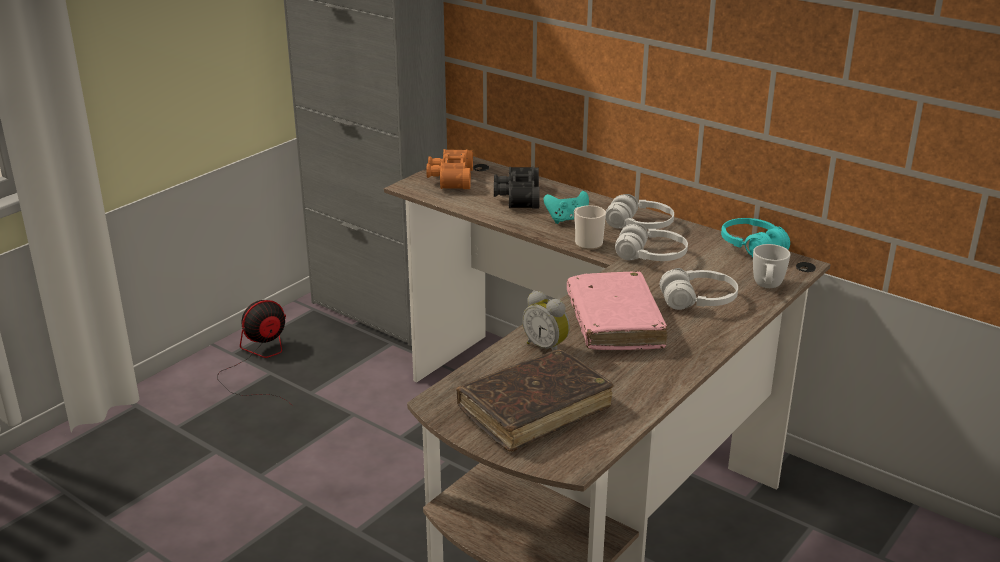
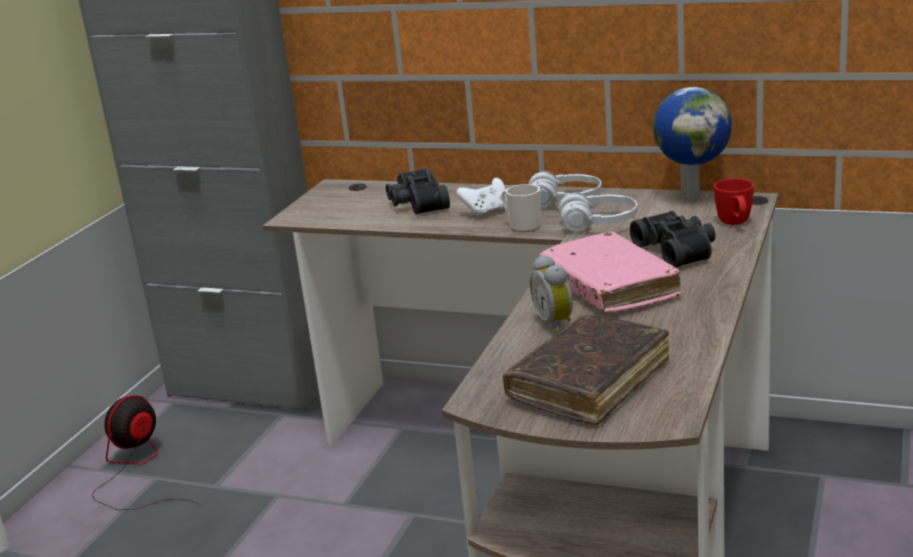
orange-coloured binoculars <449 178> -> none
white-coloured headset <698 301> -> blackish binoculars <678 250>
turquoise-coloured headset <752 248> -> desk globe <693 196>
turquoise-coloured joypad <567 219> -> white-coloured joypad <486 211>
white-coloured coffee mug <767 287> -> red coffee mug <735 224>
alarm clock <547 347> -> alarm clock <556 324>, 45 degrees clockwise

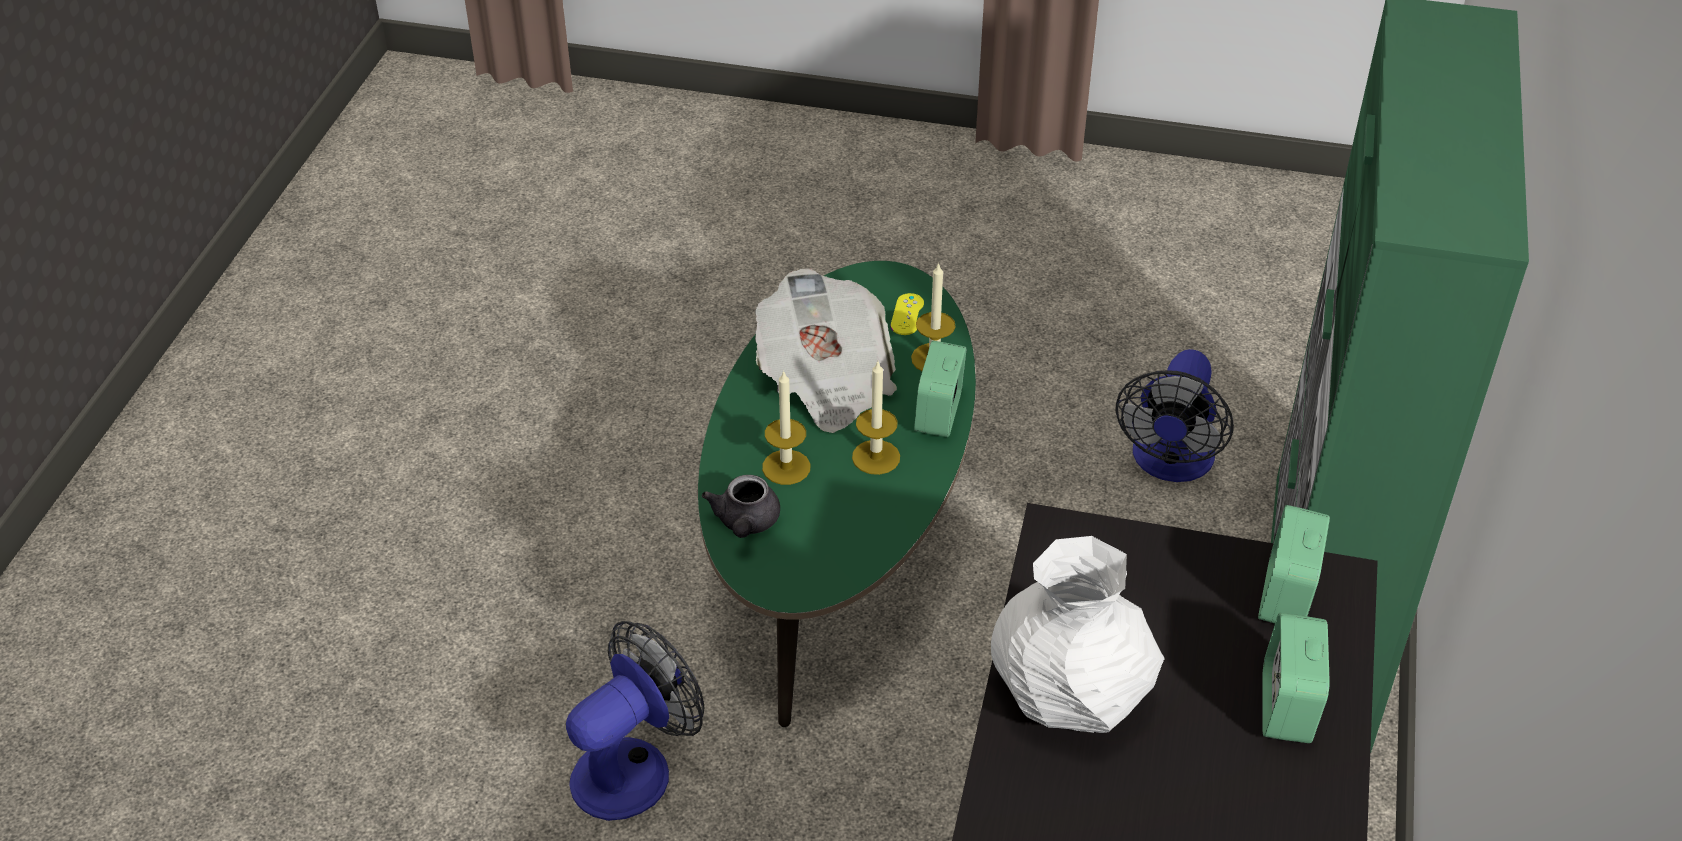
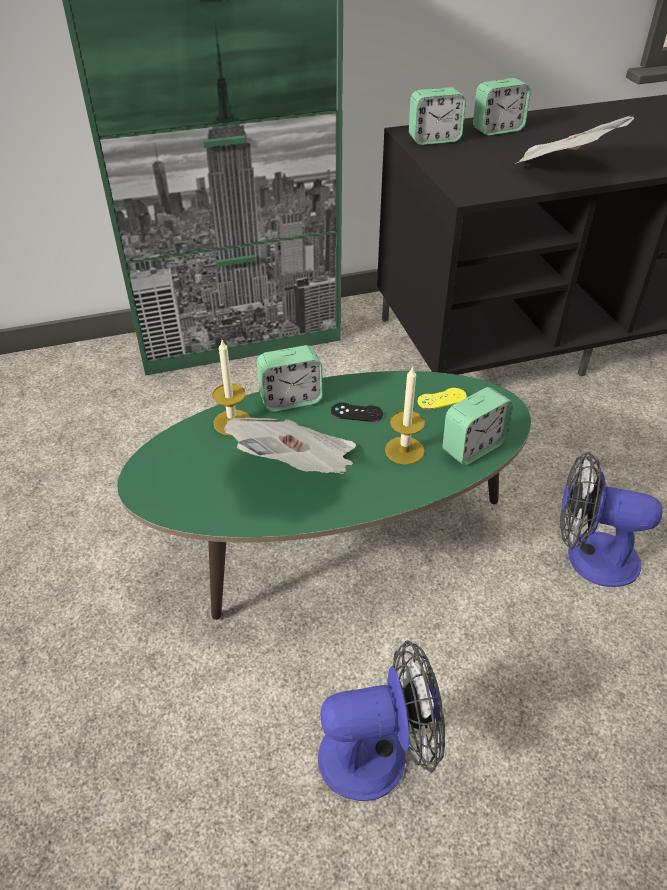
yellowish joypad <907 314> -> yellowish joypad <442 399>, moved
cooling fan <1170 463> -> cooling fan <378 754>, moved
greyish teapot <745 523> -> alarm clock <473 447>
wax light <876 457> -> blackish joypad <357 412>
white-coloured flower vase <1072 698> -> newspaper <564 168>

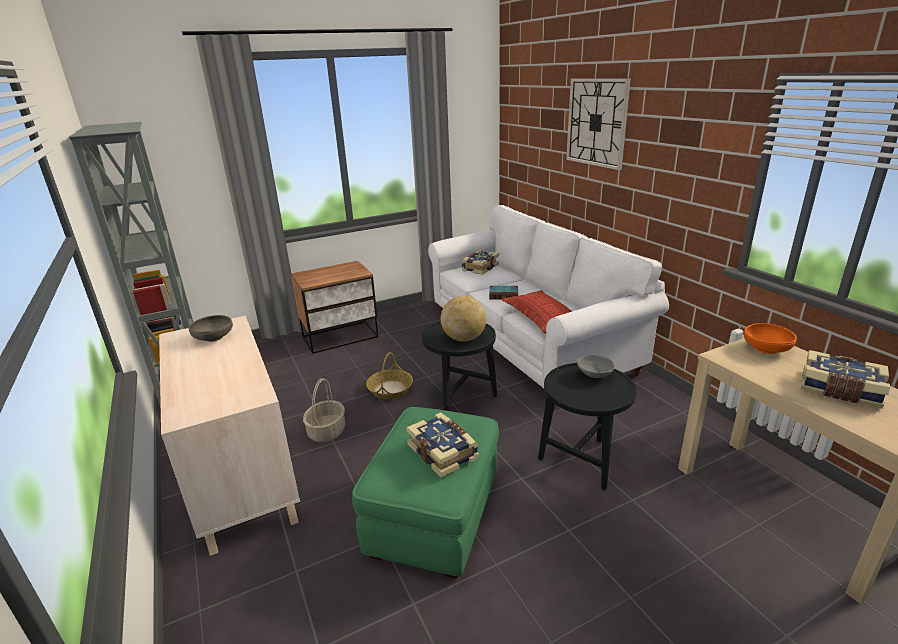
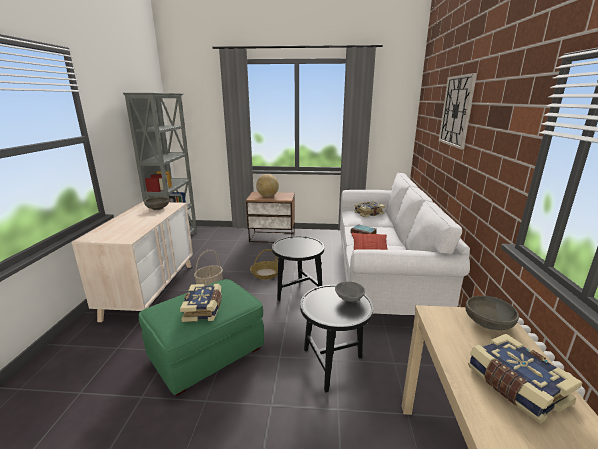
desk globe <464 338> -> desk globe <267 196>, moved
orange-coloured deep dish <766 349> -> greyish deep dish <488 323>

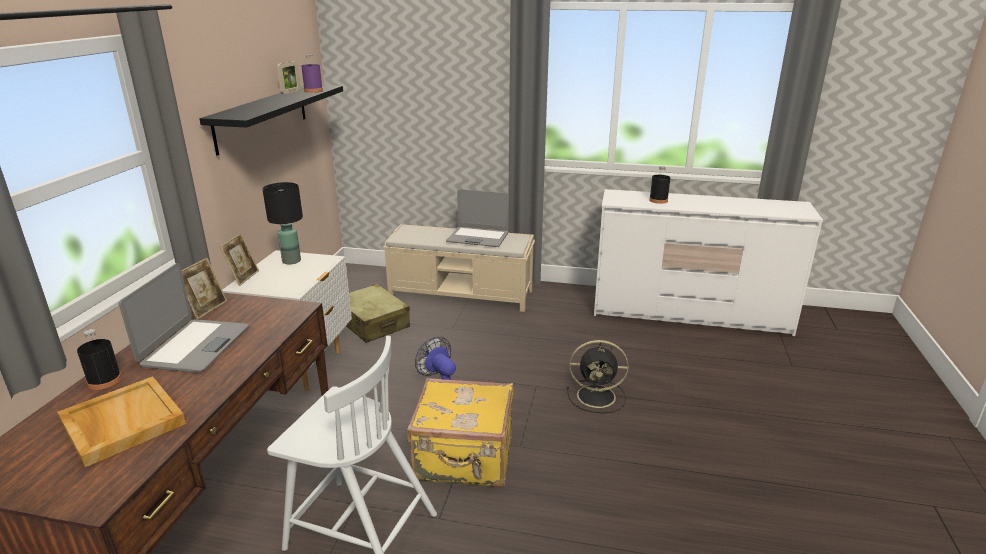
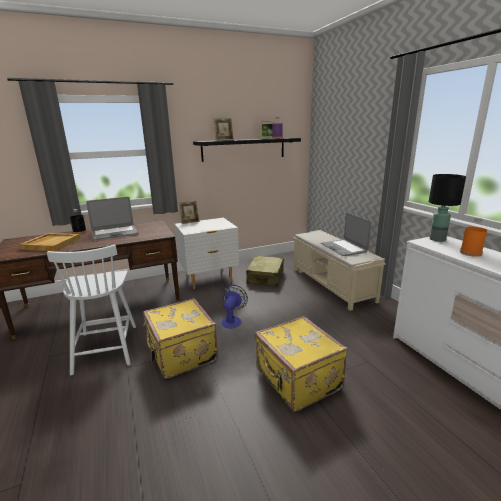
standing frame <206 309> -> standing frame <224 140>, moved
blackish table lamp <291 261> -> blackish table lamp <437 239>, moved
blackish cooling fan <598 396> -> yellowish suitcase <297 380>
blackish beverage bottle <658 200> -> orange-coloured beverage bottle <470 253>

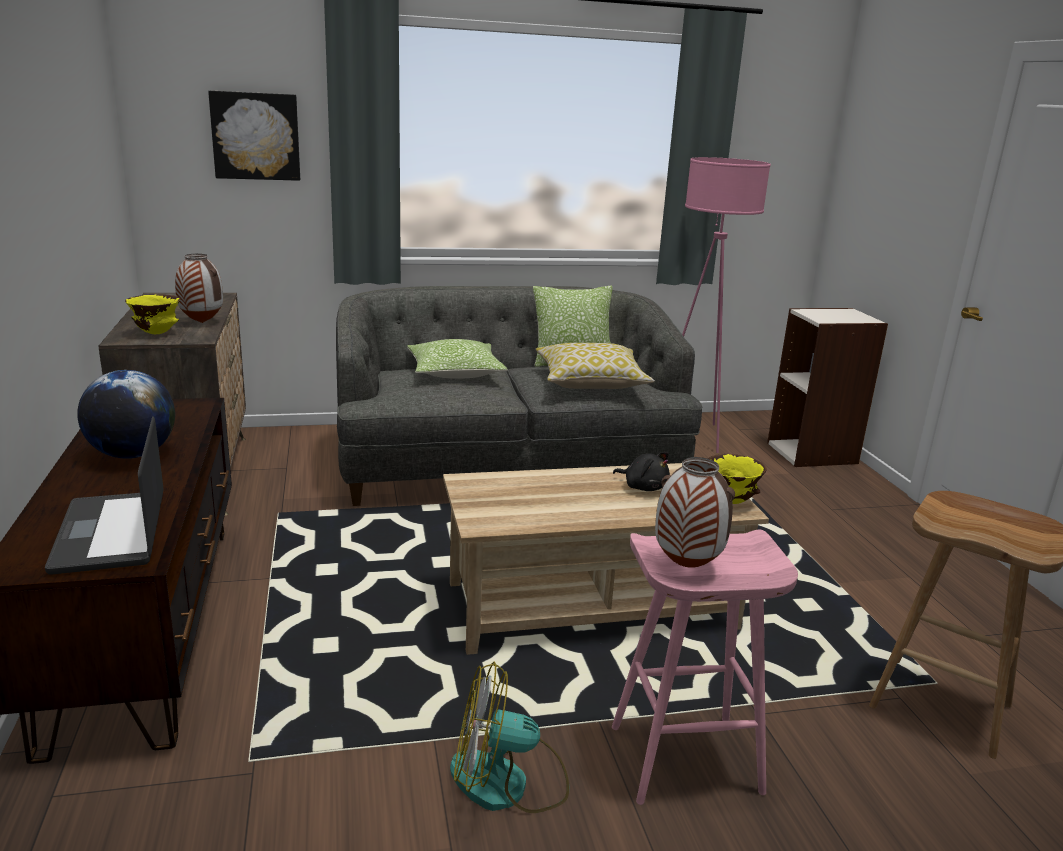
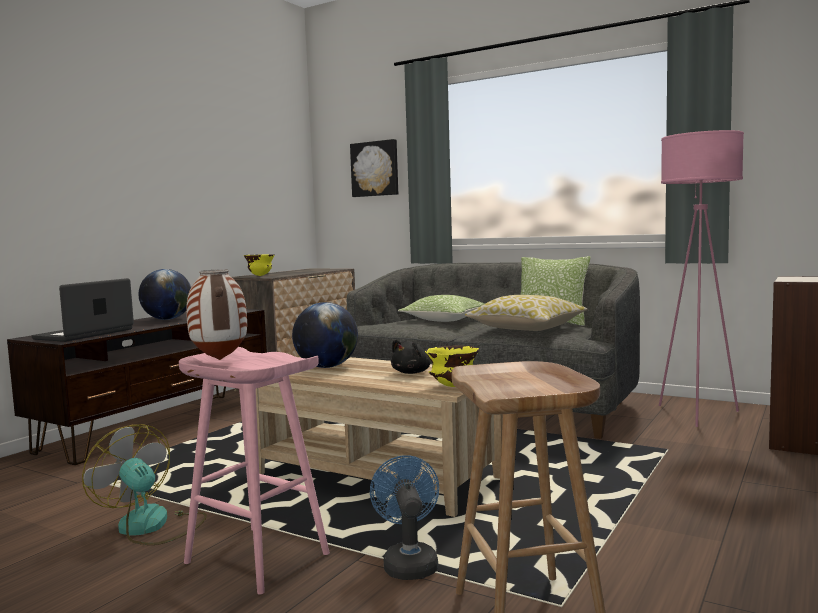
flower vase <201 323> -> none
none -> desk globe <326 367>
none -> blue cooling fan <409 562>
blackish cuddly toy <643 487> -> blackish cuddly toy <412 372>, 45 degrees clockwise

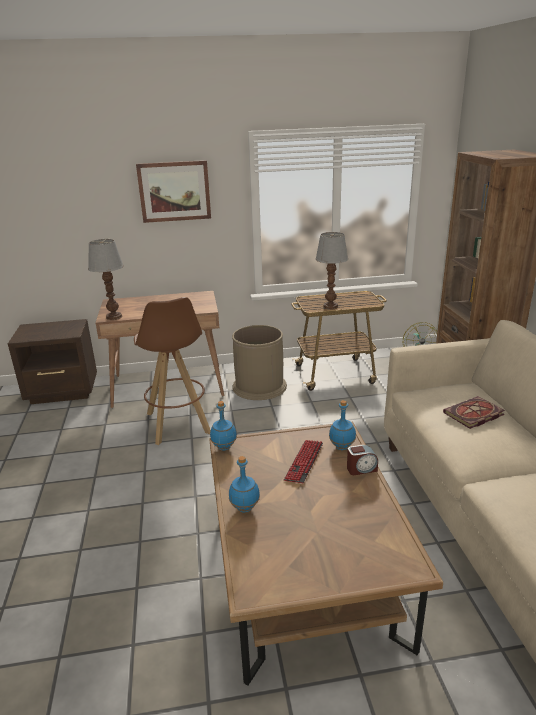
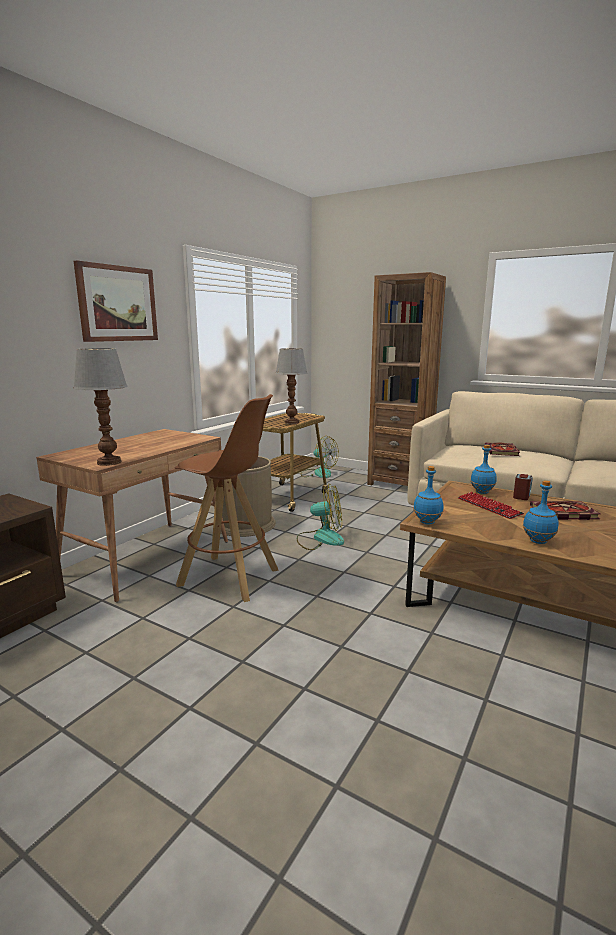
none -> cooling fan <320 538>
none -> book <562 513>

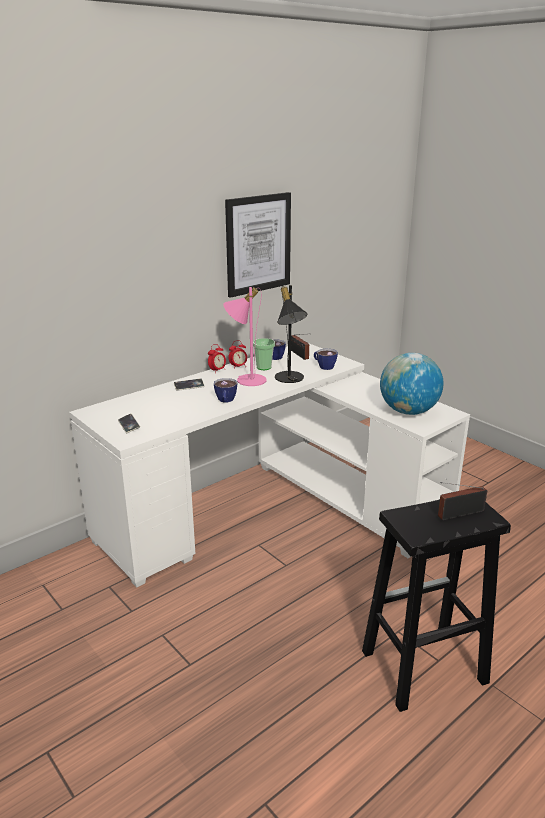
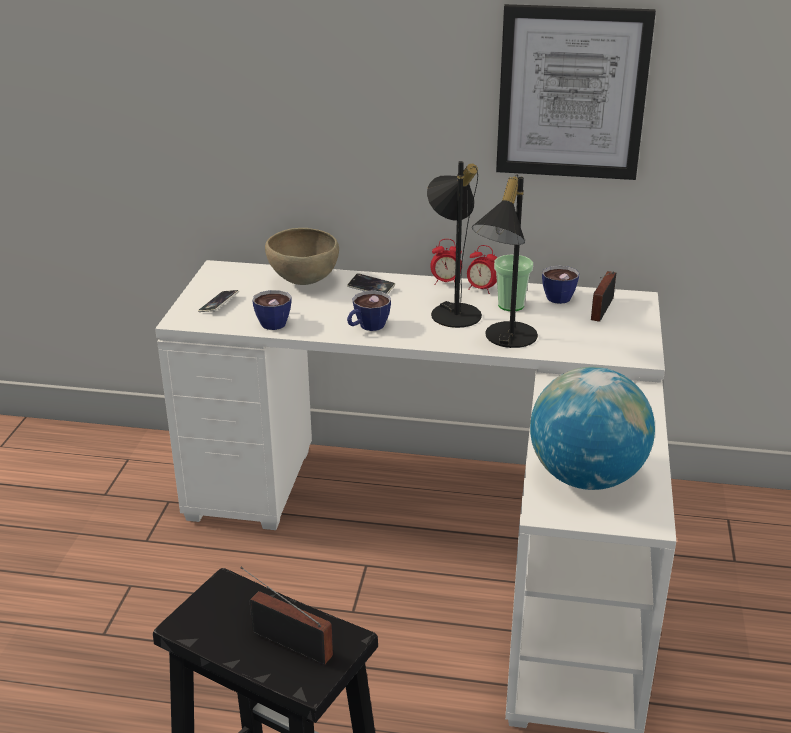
none -> brown-coloured deep dish <303 283>
drinking cup <323 366> -> drinking cup <274 321>, moved
pinkish table lamp <246 379> -> blackish table lamp <453 310>

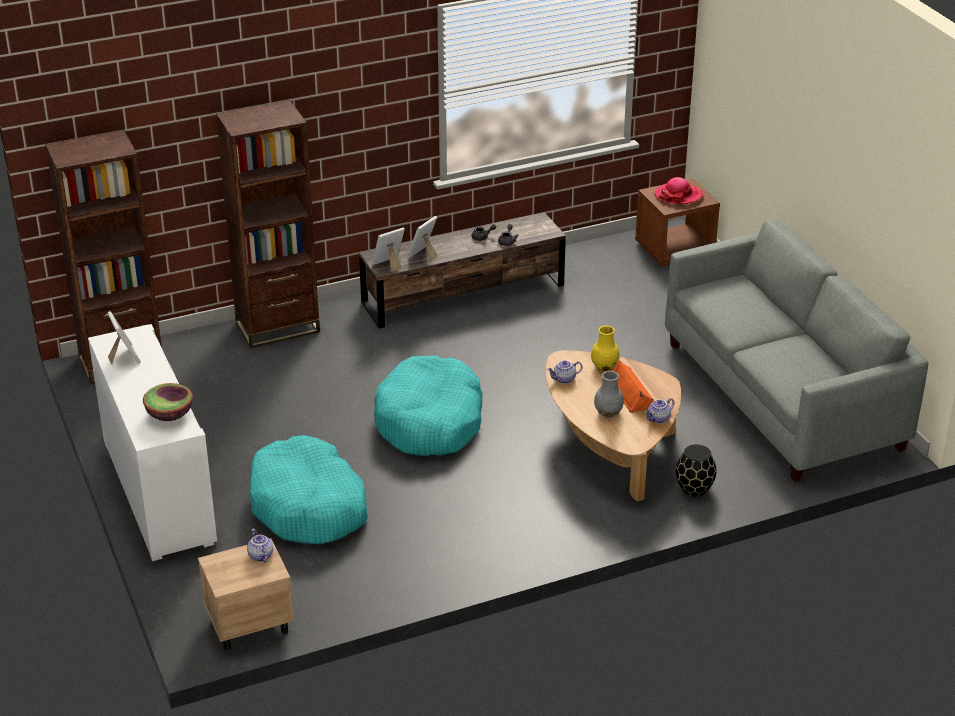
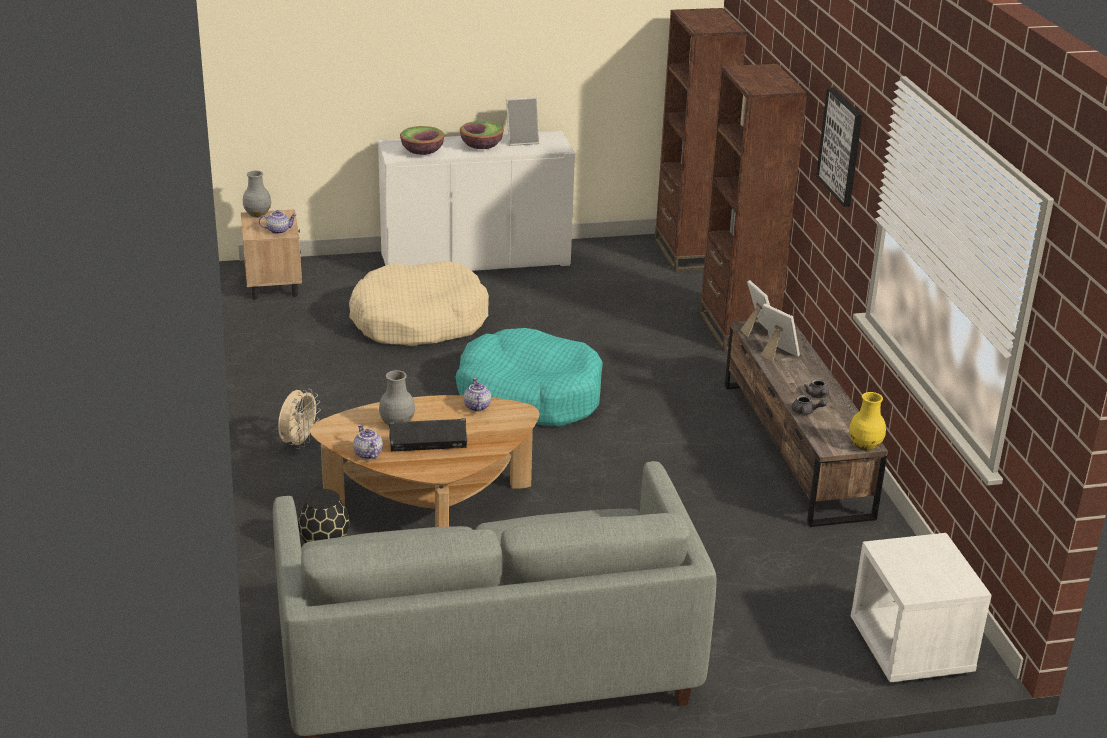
clothing hat <678 196> -> none
none -> greyish flower vase <258 214>
none -> beige cooling fan <298 443>
none -> deep dish <481 147>
none -> picture <841 146>
yellowish flower vase <604 367> -> yellowish flower vase <864 445>, moved
turquoise-coloured pet bed <309 506> -> beige pet bed <418 321>
orange-coloured audio speaker <631 393> -> blackish audio speaker <428 445>
brown-coloured bedside table <675 249> -> white-coloured bedside table <911 649>

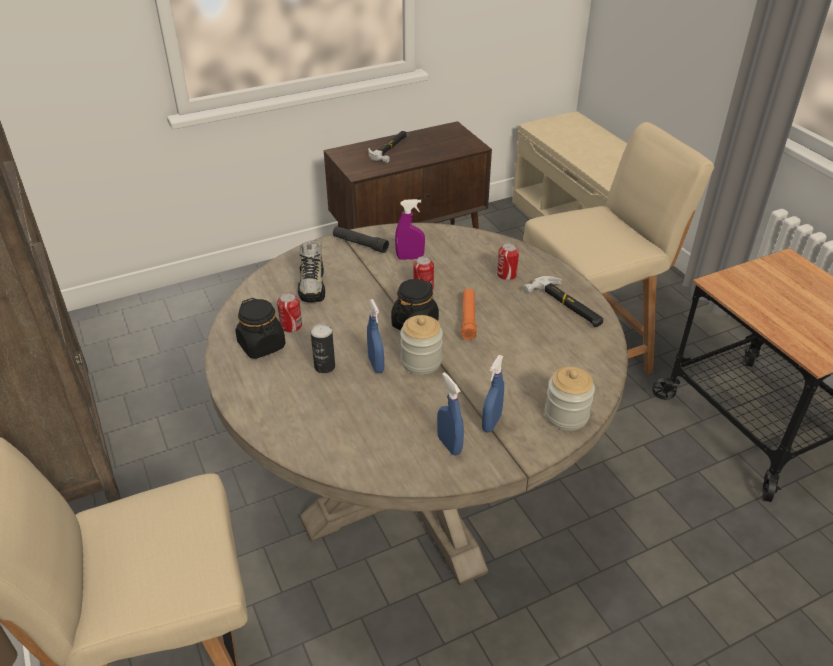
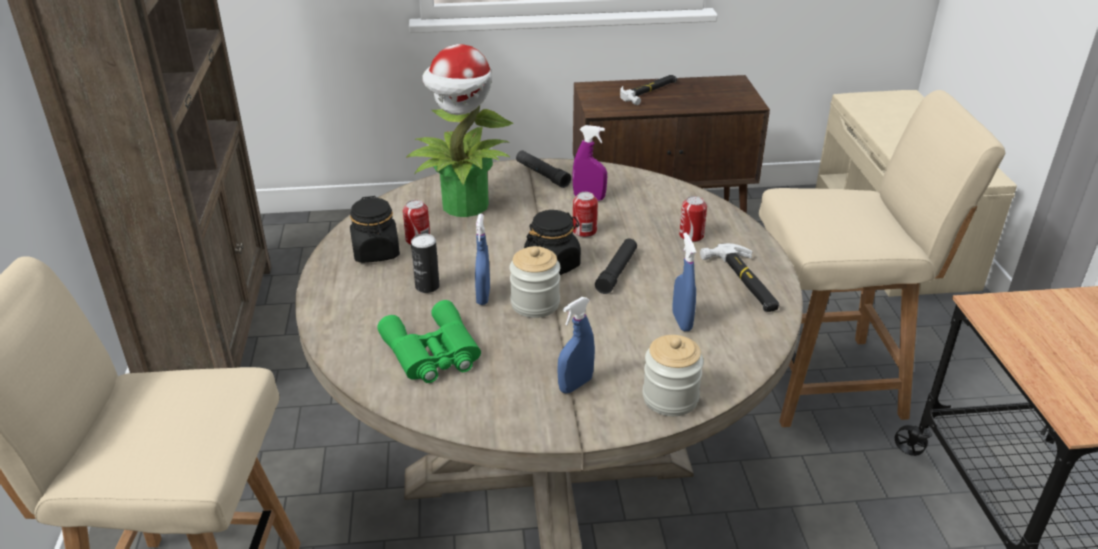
none -> greenish binoculars <432 353>
blue hand sprayer <449 445> -> blue hand sprayer <682 321>, moved
low shoe <313 286> -> plant in a pot <465 206>
orange-coloured torch <468 318> -> blackish torch <617 272>

